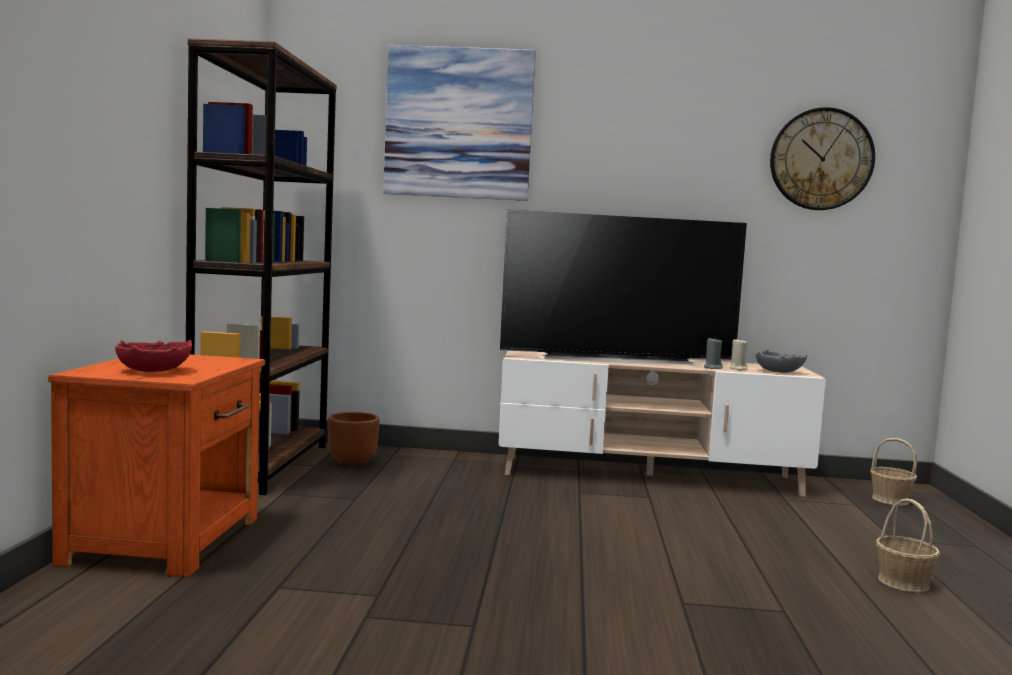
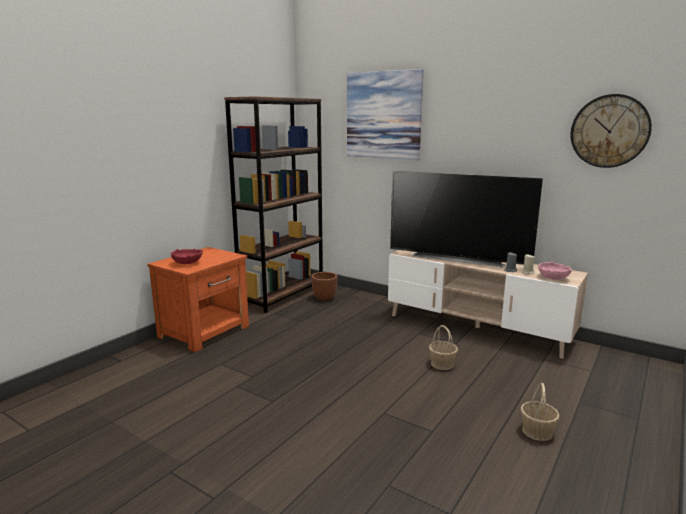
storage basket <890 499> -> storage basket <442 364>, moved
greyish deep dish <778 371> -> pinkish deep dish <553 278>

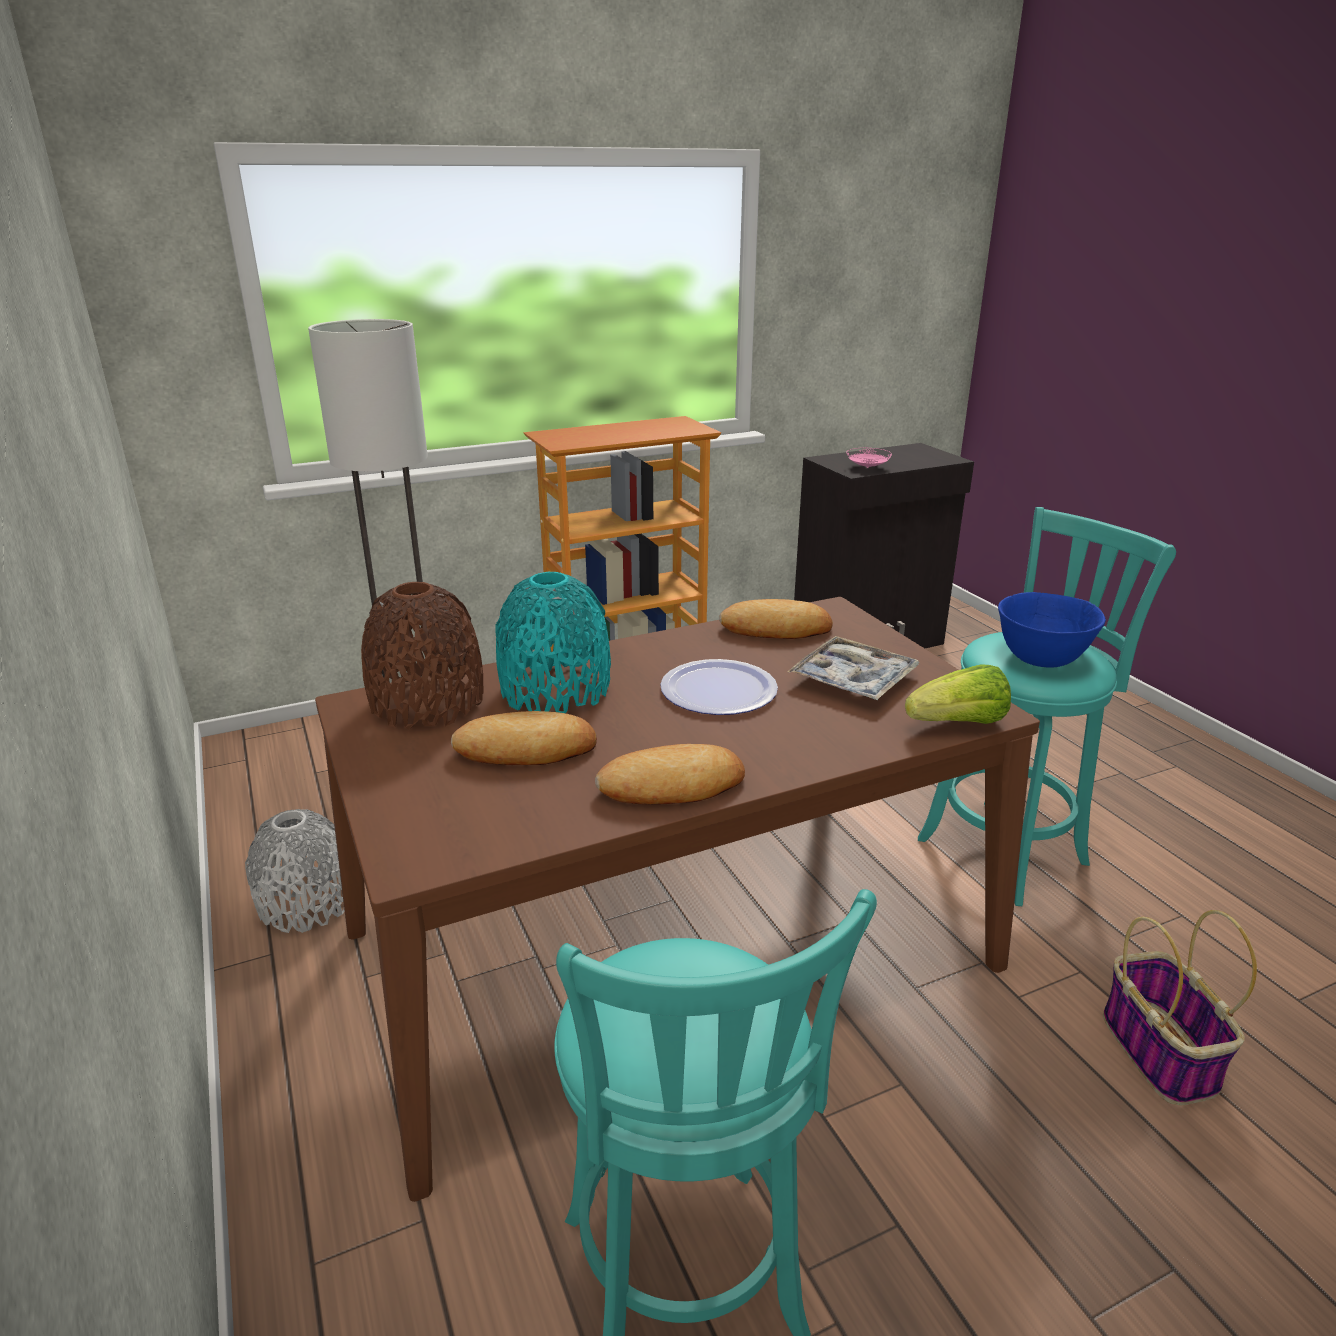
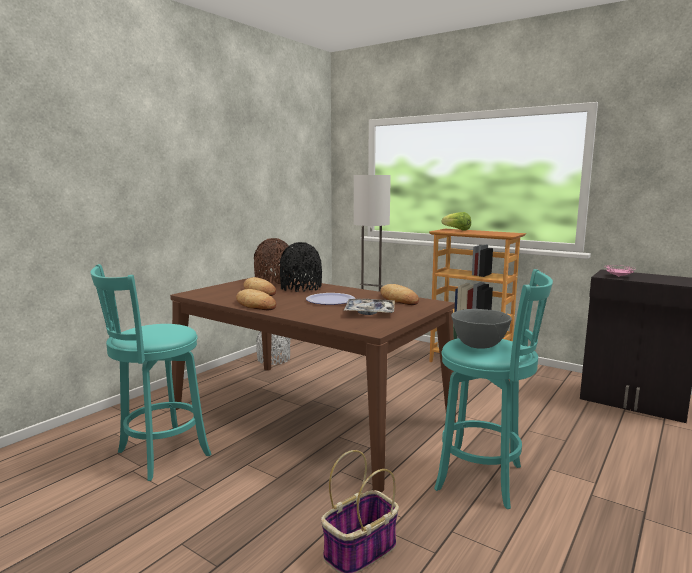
head of lettuce <959 724> -> head of lettuce <456 230>, moved
turquoise-coloured flower vase <555 690> -> blackish flower vase <301 288>
blue deep dish <1042 658> -> greyish deep dish <480 345>

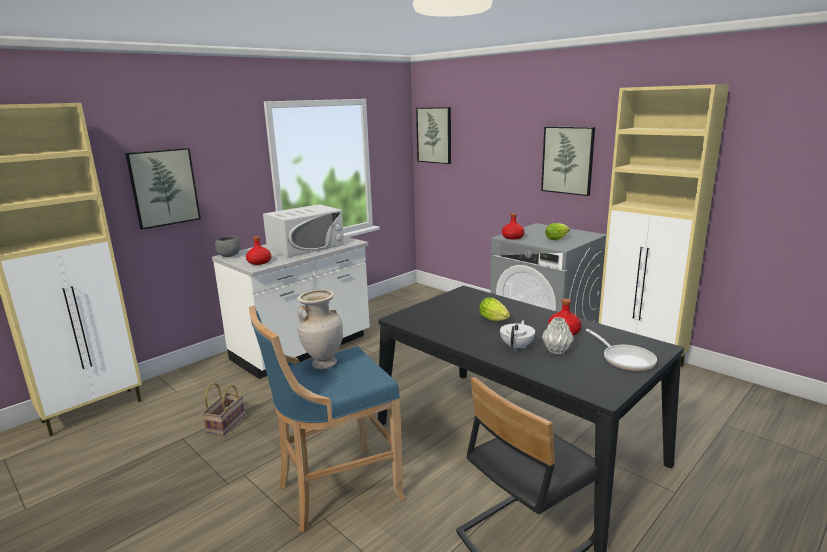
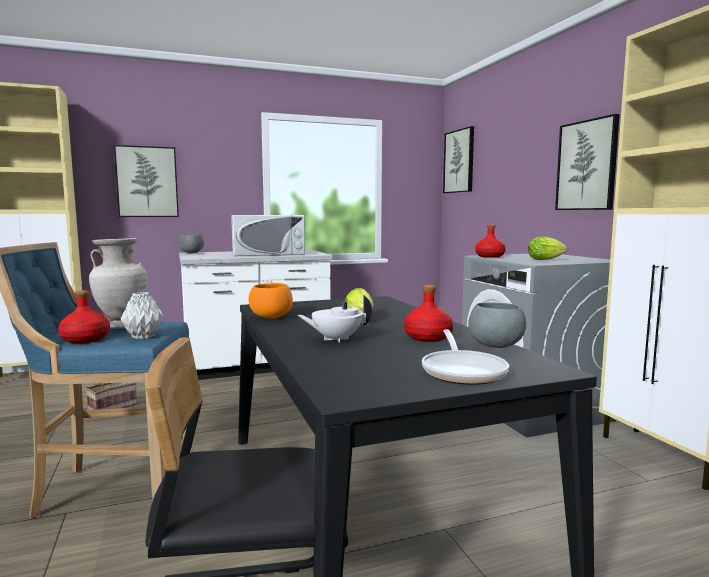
none -> orange-coloured deep dish <271 317>
none -> greyish deep dish <496 346>
red beverage bottle <259 262> -> red beverage bottle <85 339>, moved
greyish flower vase <556 350> -> greyish flower vase <144 336>, moved
white-coloured teapot <517 346> -> white-coloured teapot <336 339>, 150 degrees counterclockwise

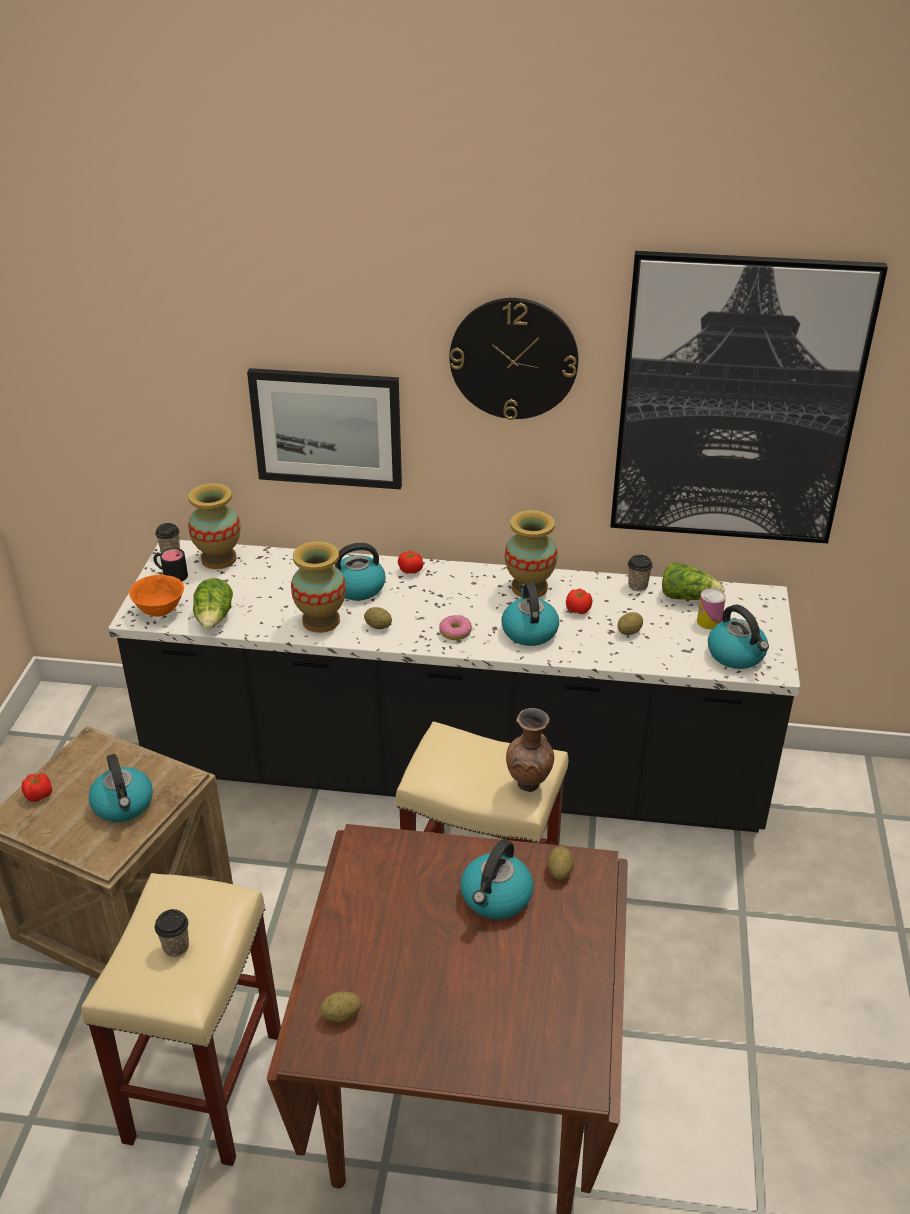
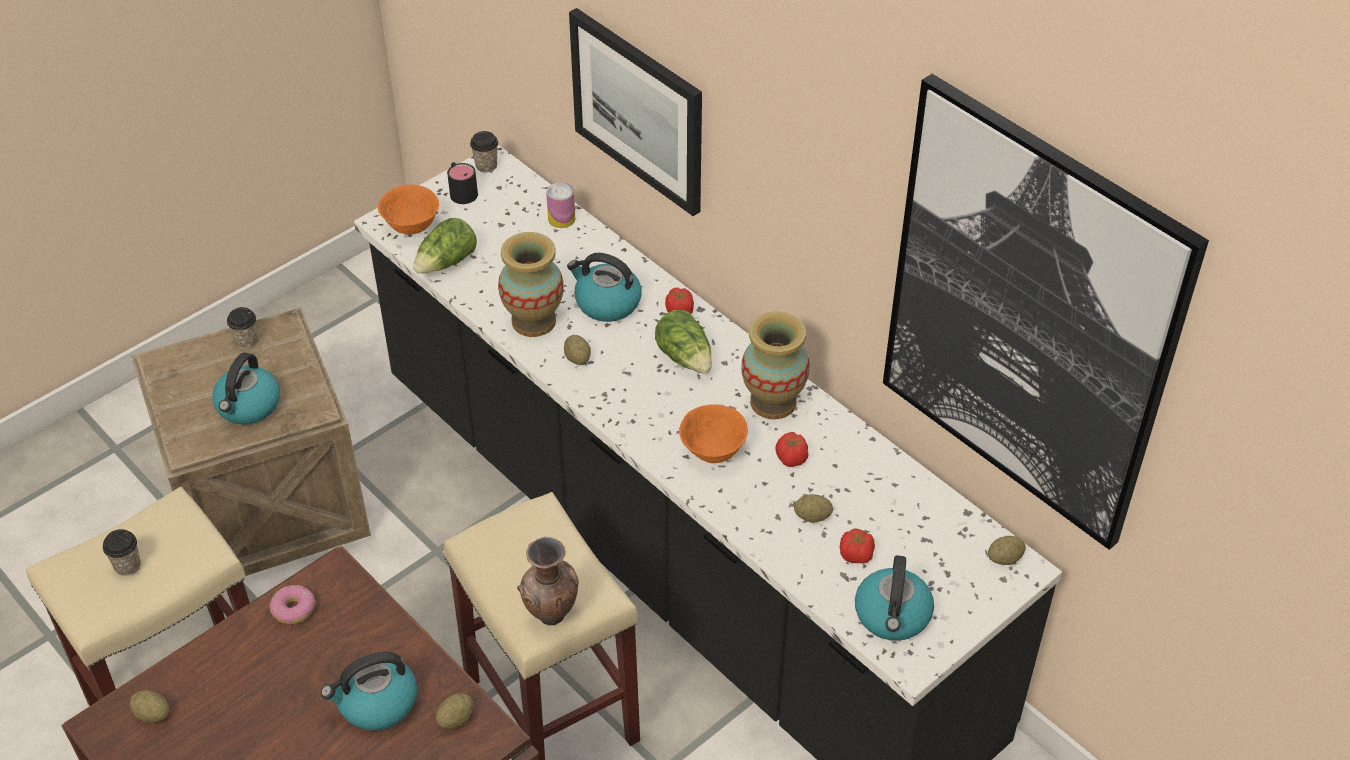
flower vase <218 559> -> none
wall clock <513 358> -> none
none -> spud <1004 558>
fresh tomato <39 795> -> fresh tomato <856 555>, moved
ring doughnut <455 632> -> ring doughnut <293 609>, moved
drinking cup <637 586> -> drinking cup <246 341>, moved
head of lettuce <687 597> -> head of lettuce <686 357>, moved
sealed can <709 622> -> sealed can <561 219>, moved
water kettle <529 631> -> orange-coloured deep dish <712 452>

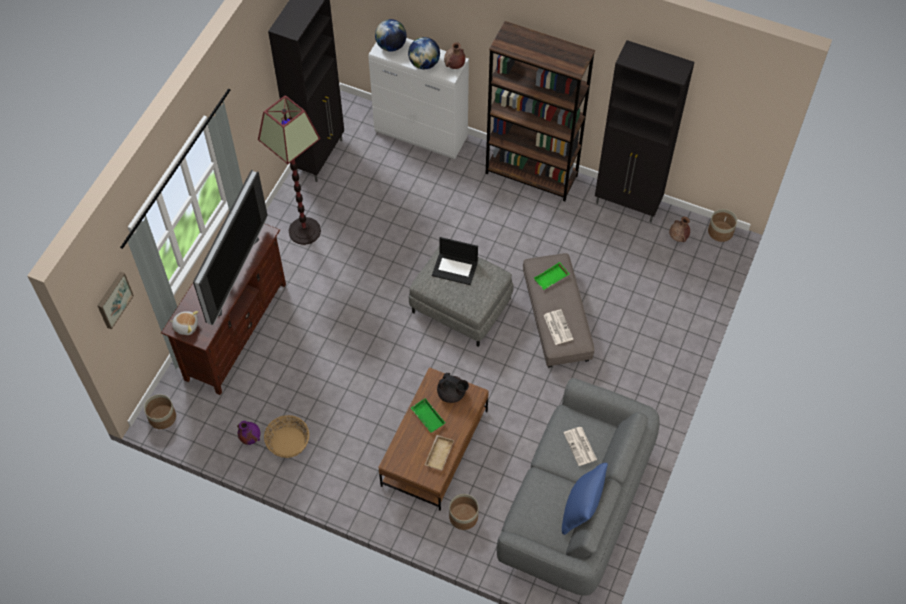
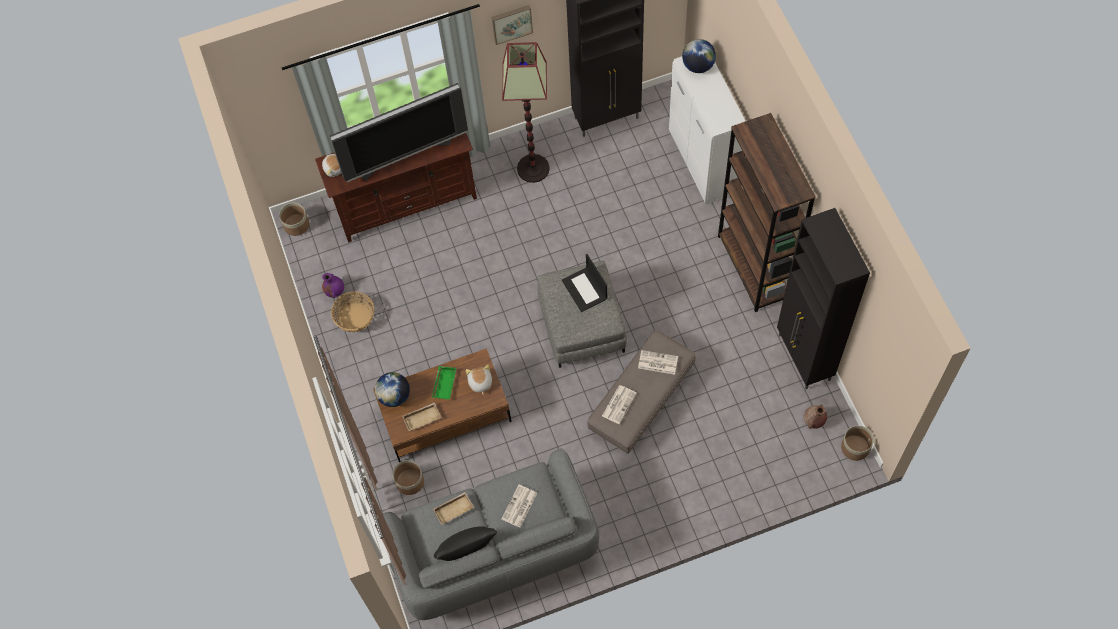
brown-coloured flower vase <454 65> -> none
none -> beige carrying tray <453 508>
picture <113 299> -> picture <511 23>, moved
desk globe <424 63> -> desk globe <394 396>, moved
blackish teapot <452 394> -> cuddly toy <480 383>
greenish carrying tray <551 279> -> newspaper <657 362>
blue pillow <581 510> -> blackish pillow <467 552>

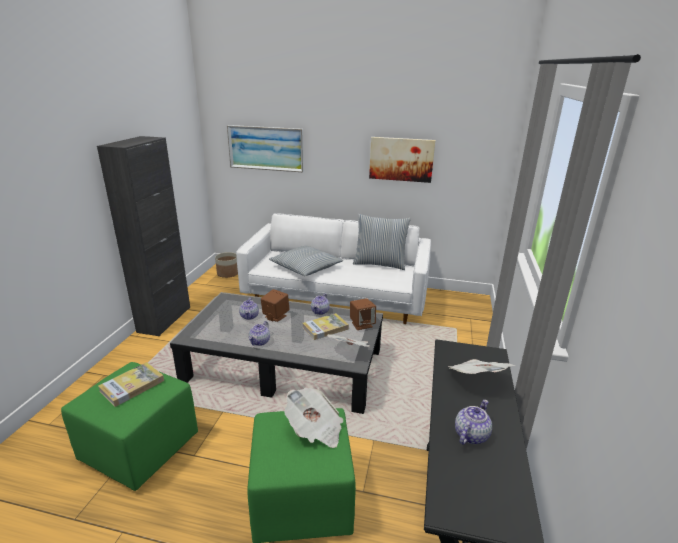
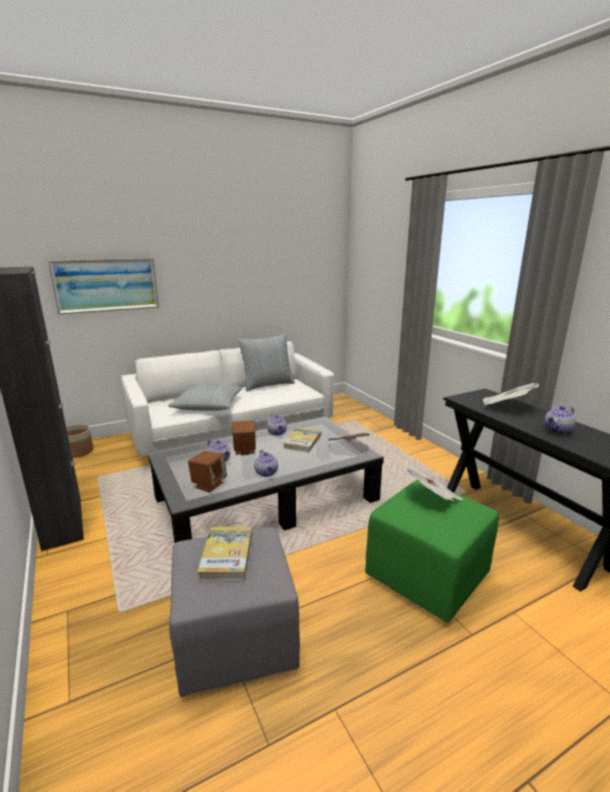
picture <401 159> -> none
brown-coloured audio speaker <362 324> -> brown-coloured audio speaker <209 484>, moved
greenish pouffe <141 448> -> greyish pouffe <237 638>
teapot <470 434> -> teapot <558 430>, 120 degrees counterclockwise

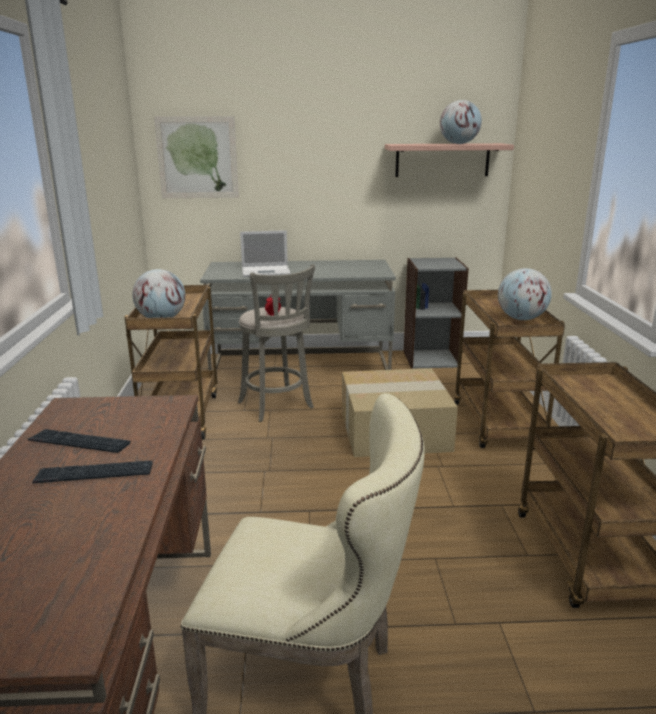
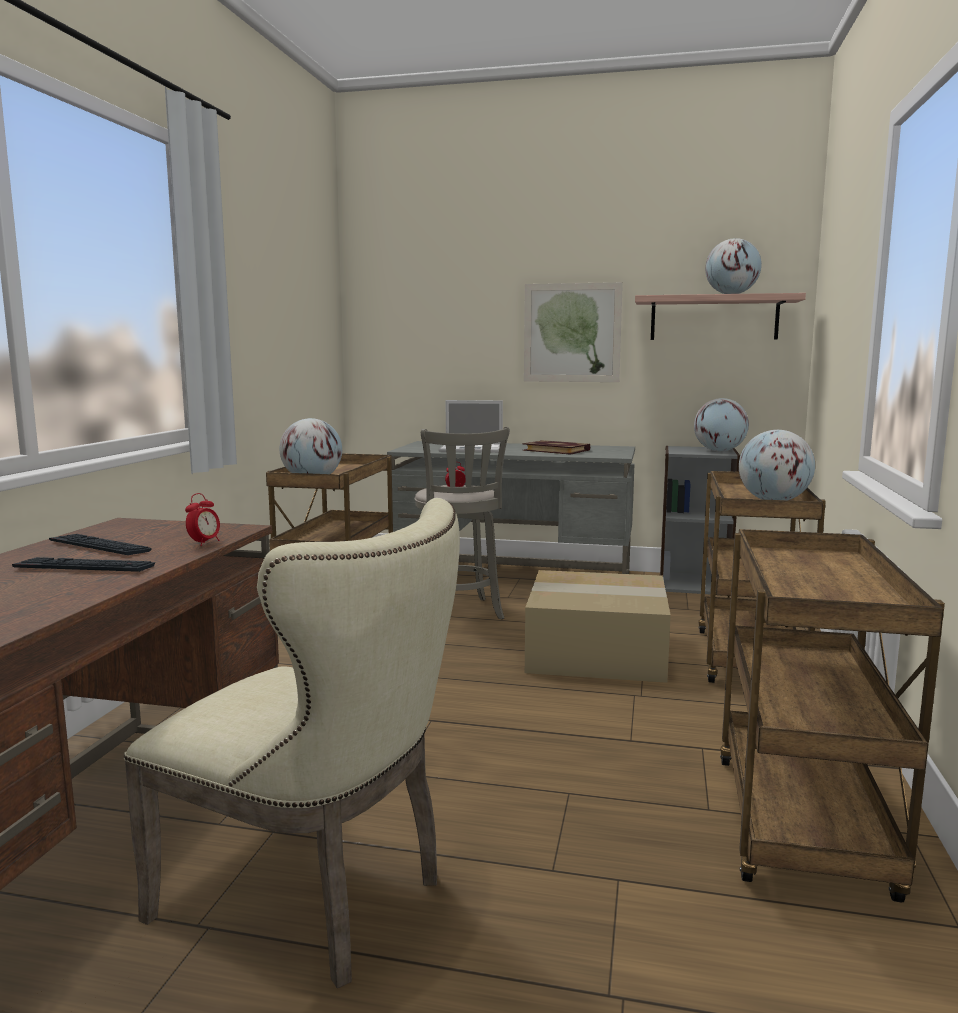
none -> alarm clock <204 543>
none -> book <556 450>
none -> desk globe <719 451>
picture <197 158> -> picture <572 333>, moved

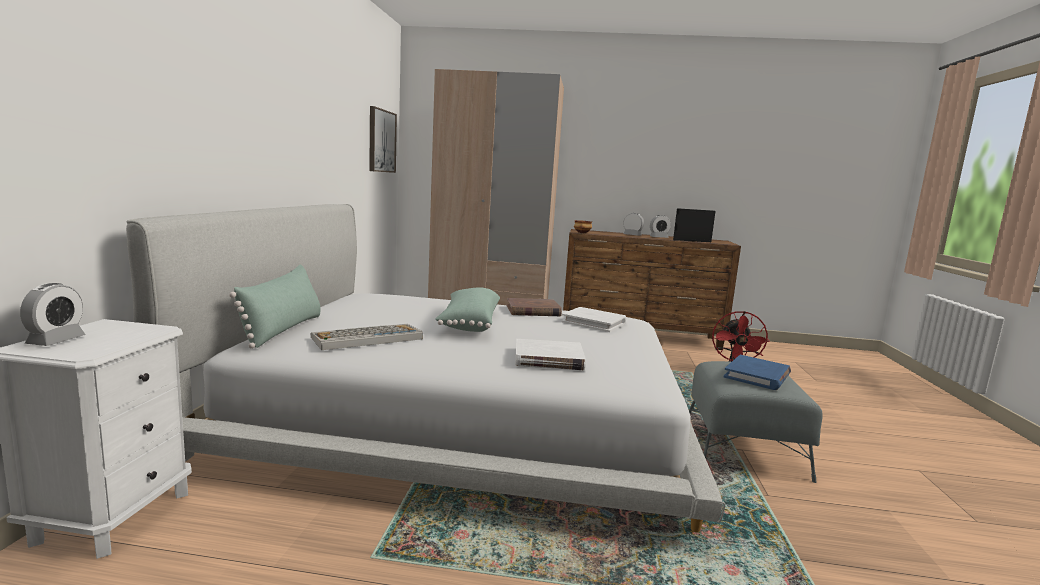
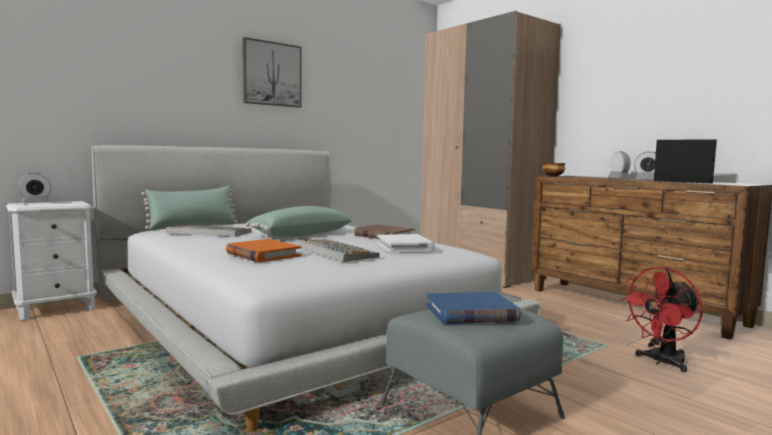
none -> PC keyboard <335 251>
picture <381 141> -> picture <272 74>, moved
white-coloured book <548 359> -> orange-coloured book <263 254>

